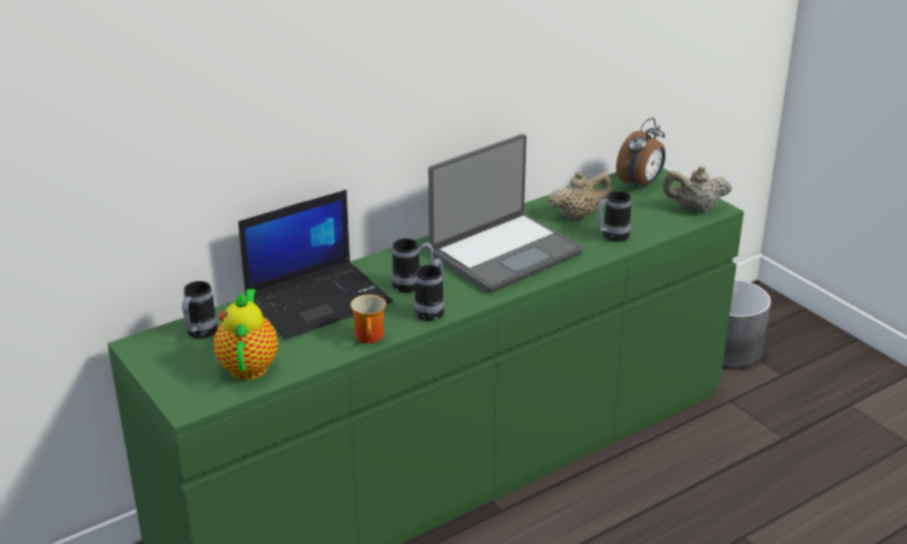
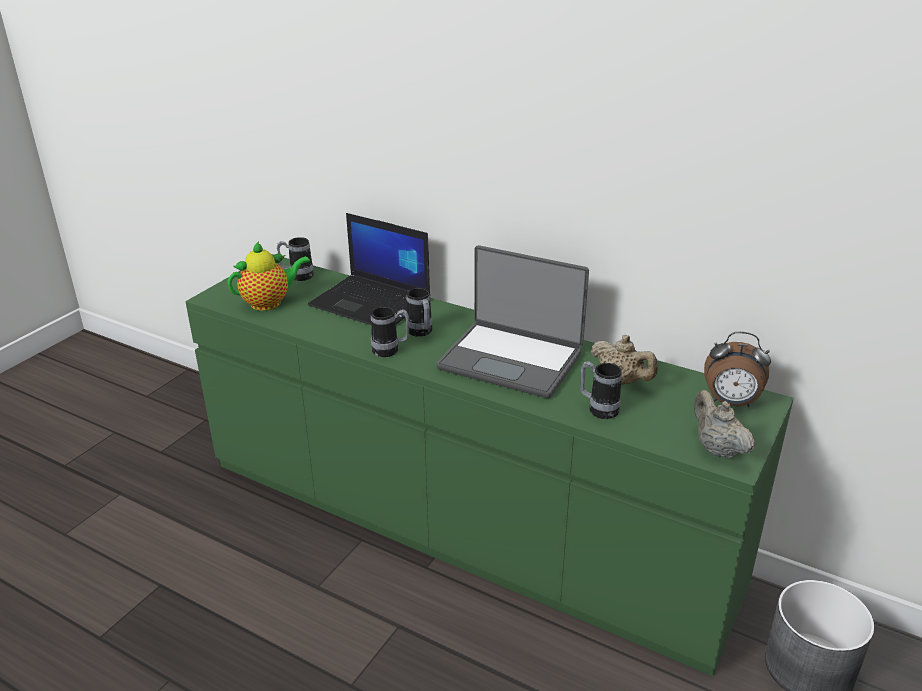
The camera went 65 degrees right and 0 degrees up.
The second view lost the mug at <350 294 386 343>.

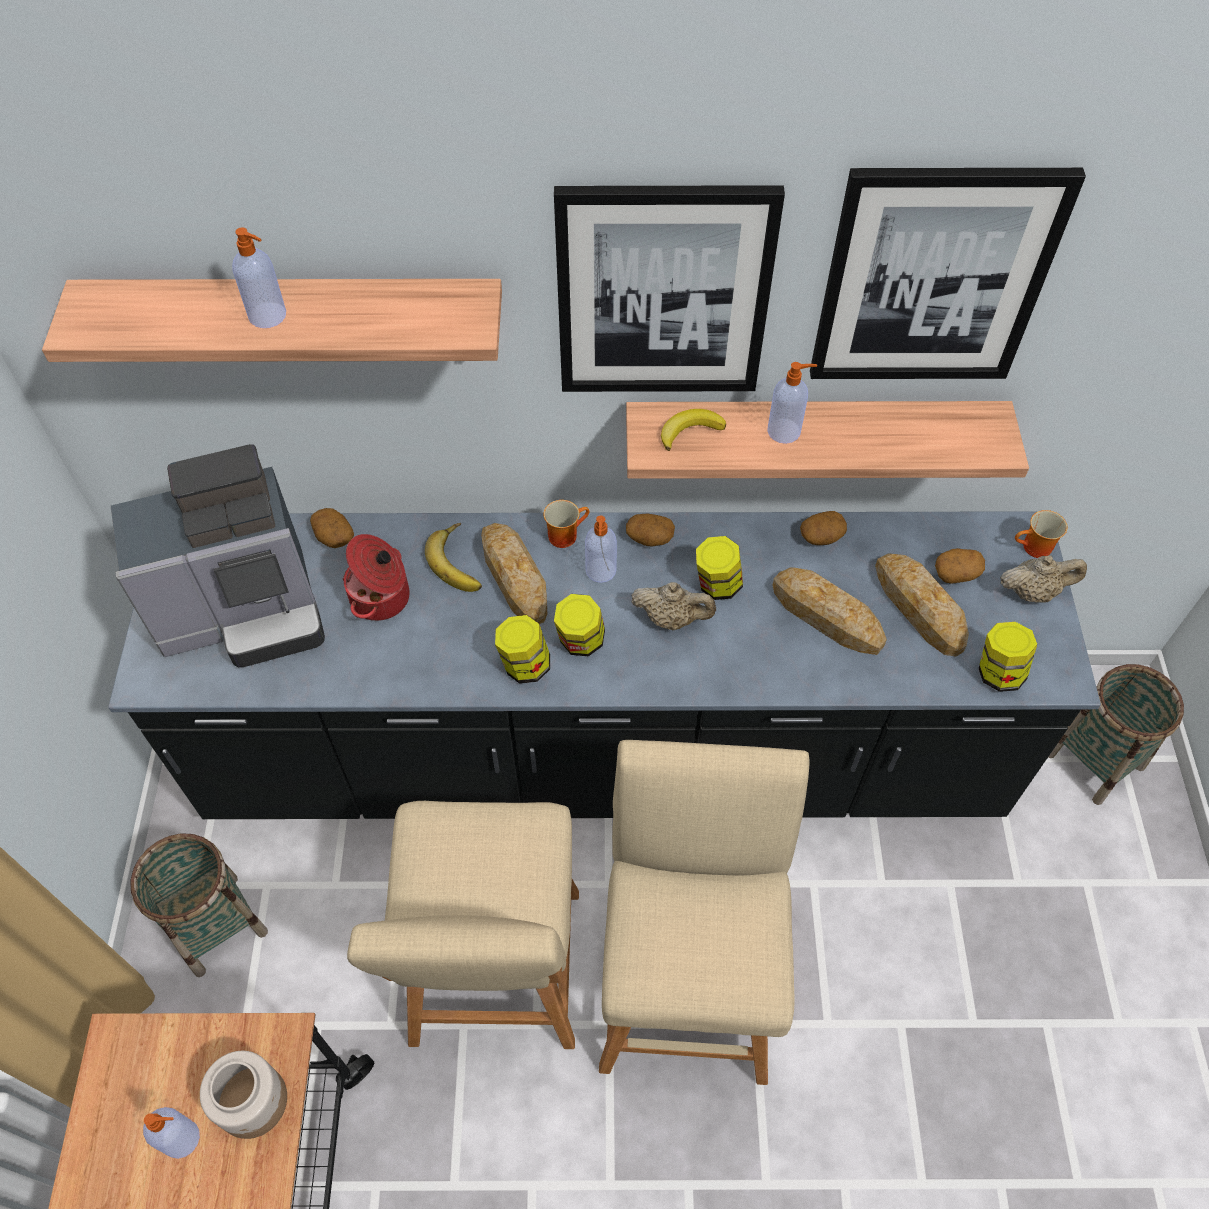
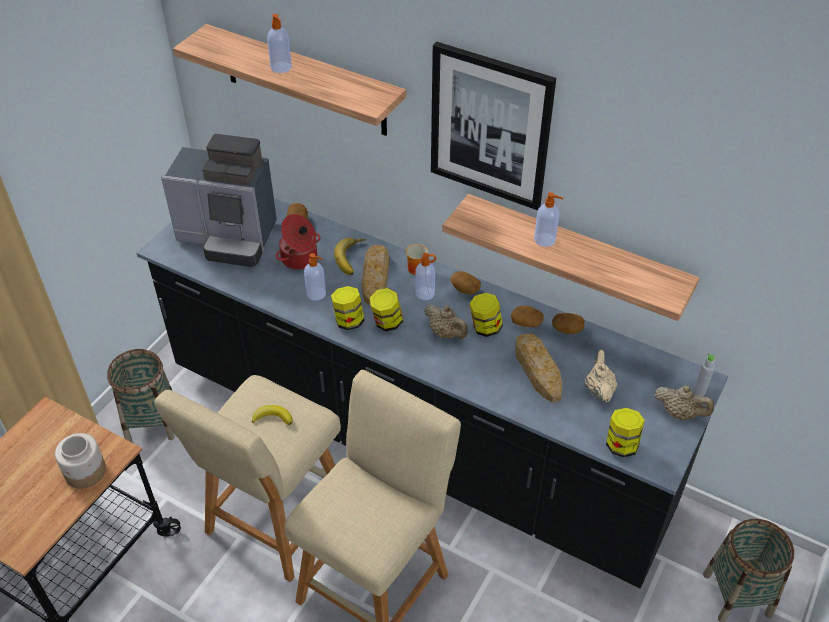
The camera went 30 degrees right and 10 degrees down.
The banana ended up elsewhere, having gone from <661 409 726 451> to <252 405 293 425>.
The liquid soap bottle ended up elsewhere, having gone from <143 1107 200 1159> to <304 253 326 301>.
The potato ended up elsewhere, having gone from <935 548 985 584> to <511 306 544 327>.
Where the bakery bread stood at <875 553 969 657>, the tea pot (beige) came to stand at <585 350 617 403>.
Where the mug stood at <1015 510 1068 558>, the bottle (grey) came to stand at <694 353 715 396>.
The second view lost the wall art at <810 168 1086 379>.

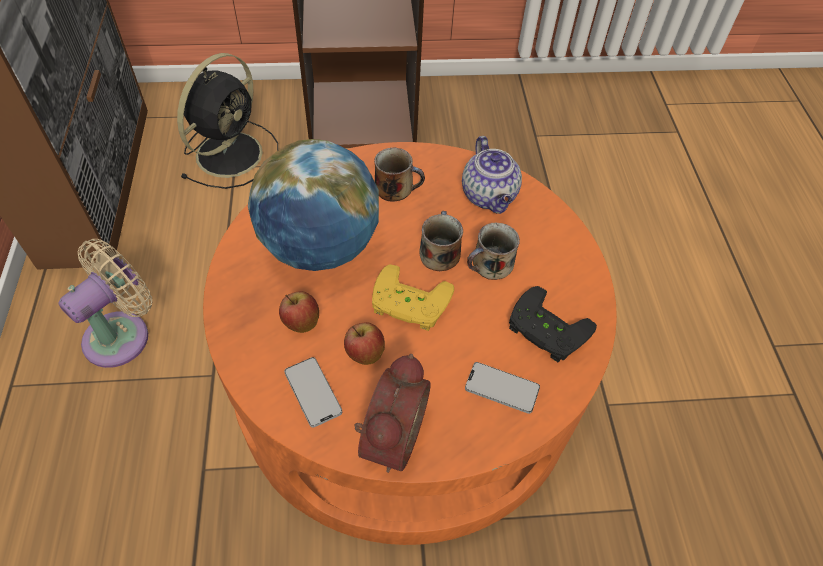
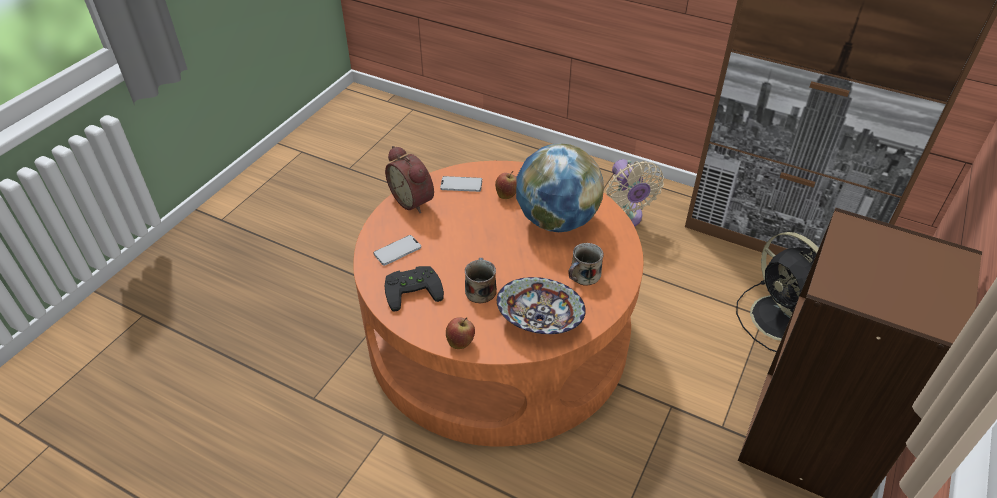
The camera went 125 degrees right and 10 degrees down.
The apple ended up elsewhere, having gone from <344 322 385 365> to <446 317 475 349>.
Where the tea pot stood at <462 136 522 214>, the serving bowl came to stand at <497 277 586 334>.
The second view lost the gamepad (yellow-coloured) at <372 264 454 331>.
The second view lost the mug at <419 211 463 271>.

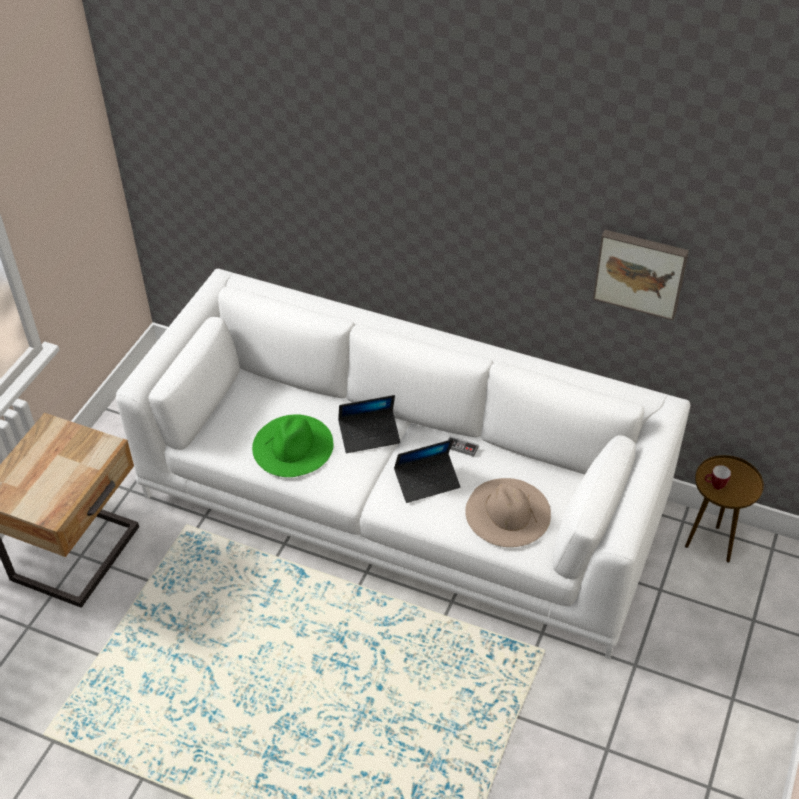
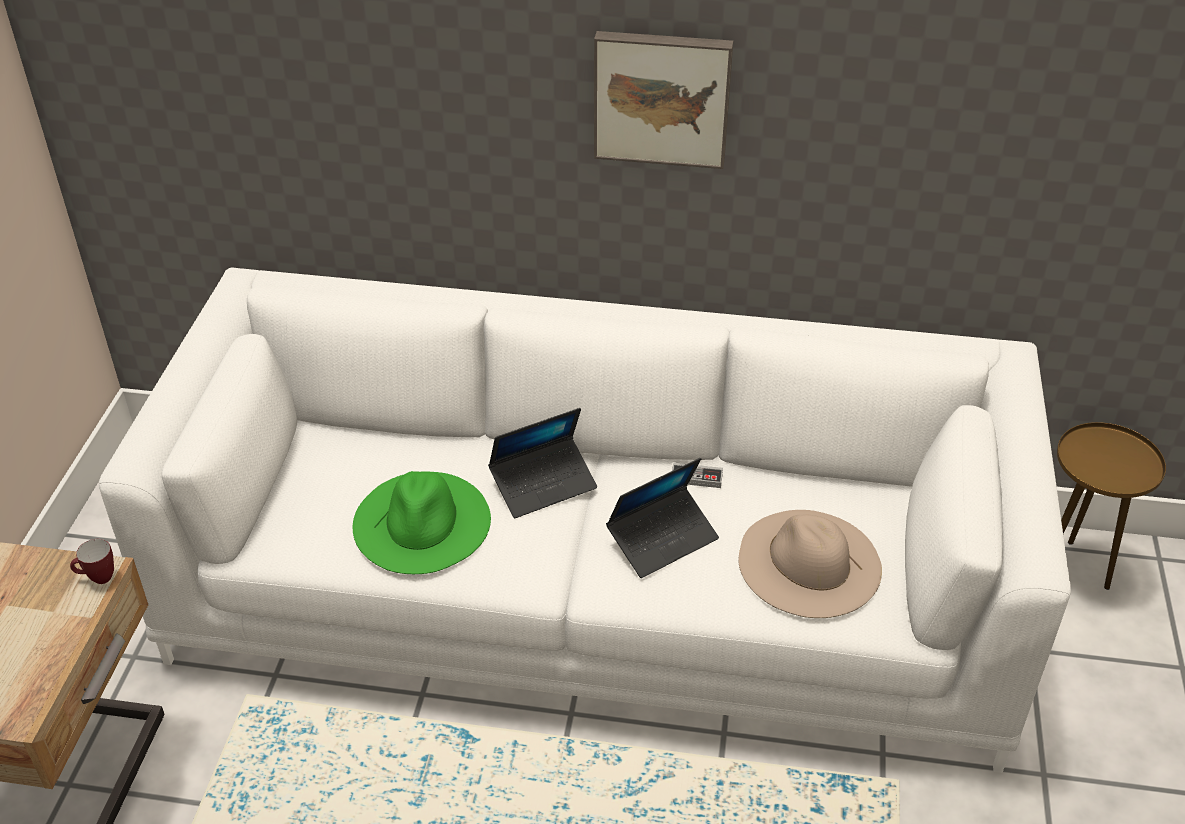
The camera went 15 degrees left and 5 degrees down.
The mug ended up elsewhere, having gone from <705 465 731 490> to <70 539 114 584>.
The wall art ended up elsewhere, having gone from <593 230 689 320> to <594 31 733 169>.

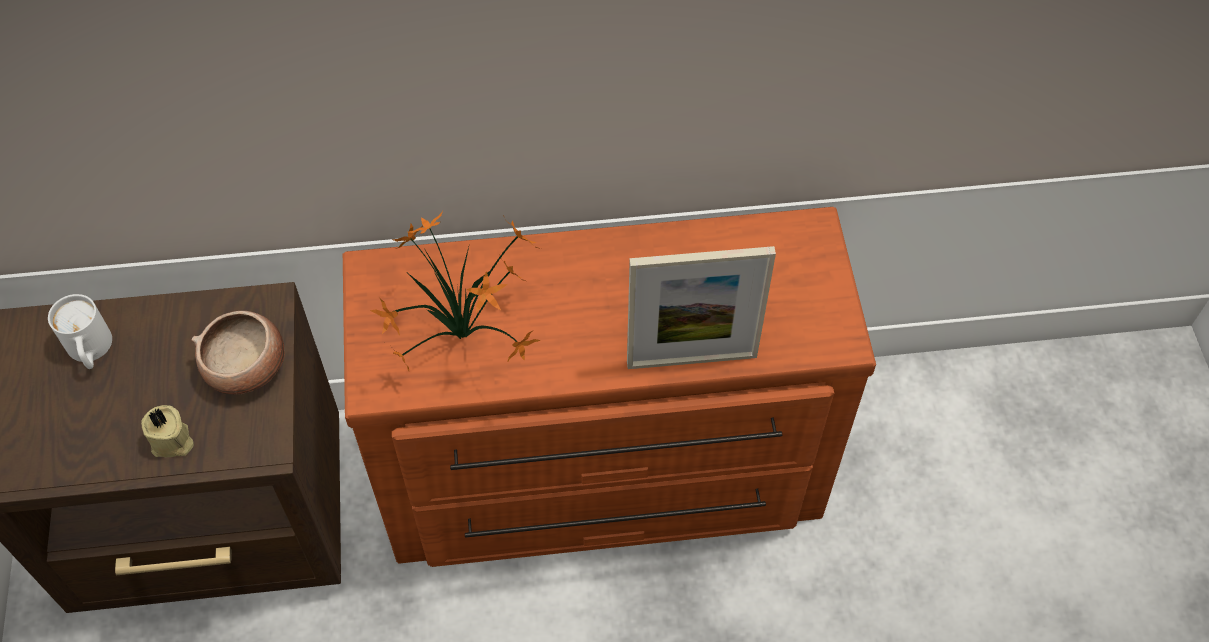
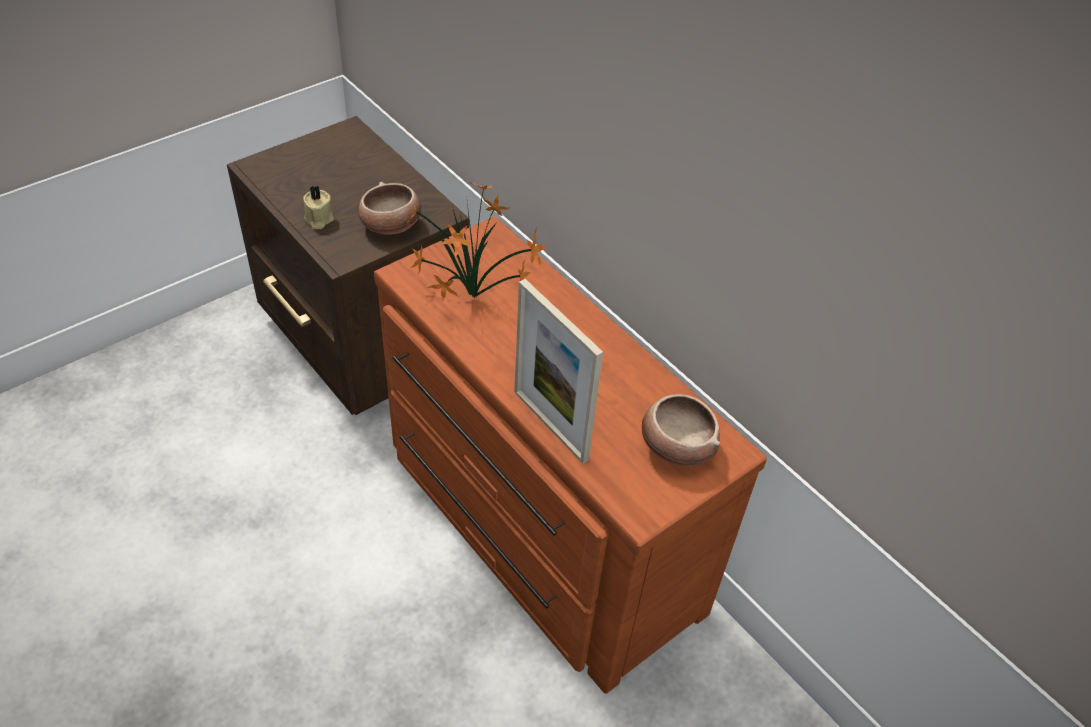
The camera went 55 degrees right and 10 degrees down.
The second view gained the serving bowl at <642 394 720 467>.
The second view lost the mug (white) at <48 294 112 369>.

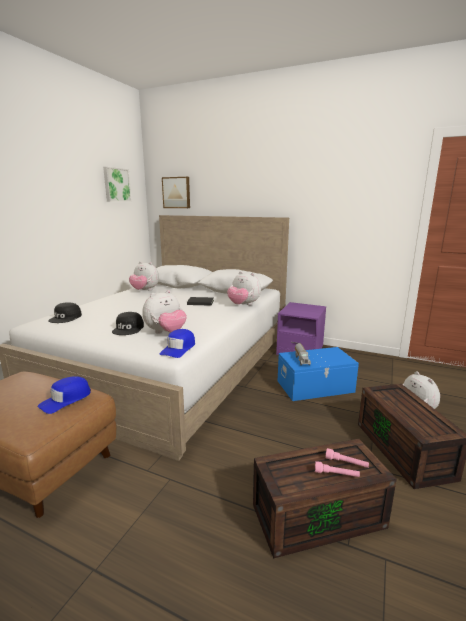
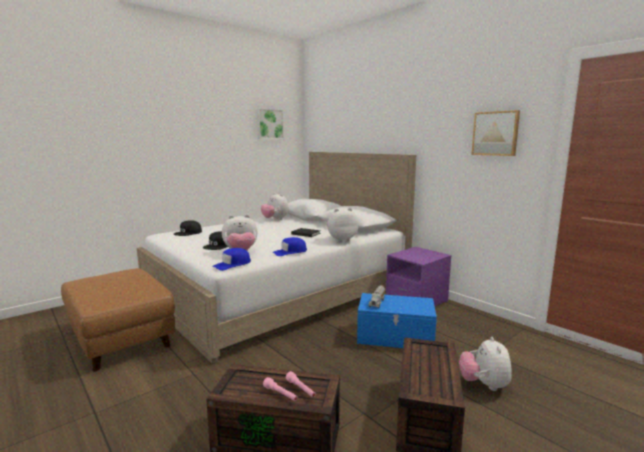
The camera went 25 degrees right and 5 degrees down.
The baseball cap (bluish) ended up elsewhere, having gone from <37 376 91 414> to <272 237 307 256>.
The soft toy at <227 271 261 305> ended up facing another way, 105 degrees clockwise from before.
The wall art ended up elsewhere, having gone from <162 177 190 208> to <471 110 520 156>.

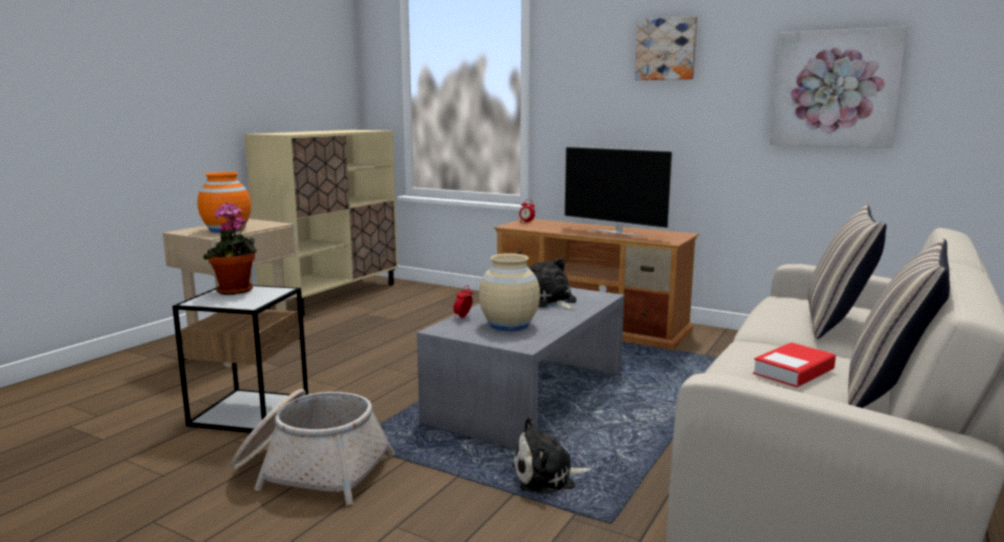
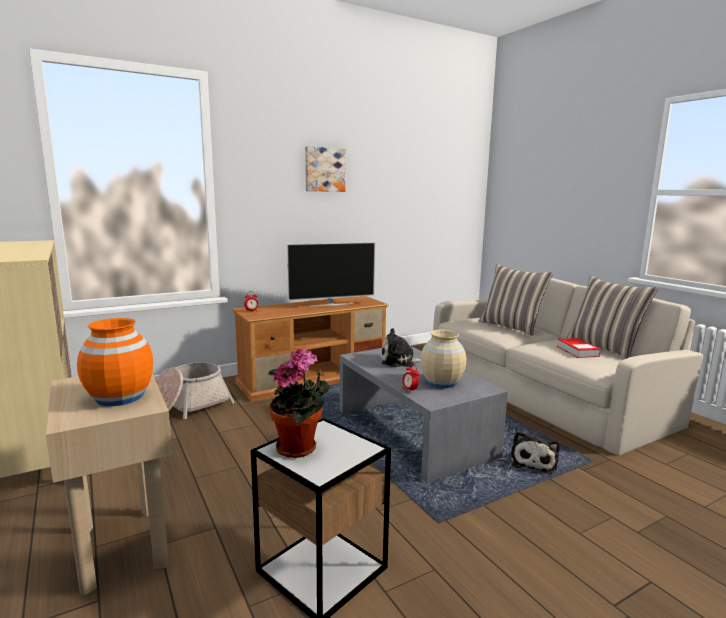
The camera went 60 degrees left and 0 degrees up.
The storage basket ended up elsewhere, having gone from <231 389 395 505> to <155 362 235 419>.
The second view lost the wall art at <770 26 907 148>.

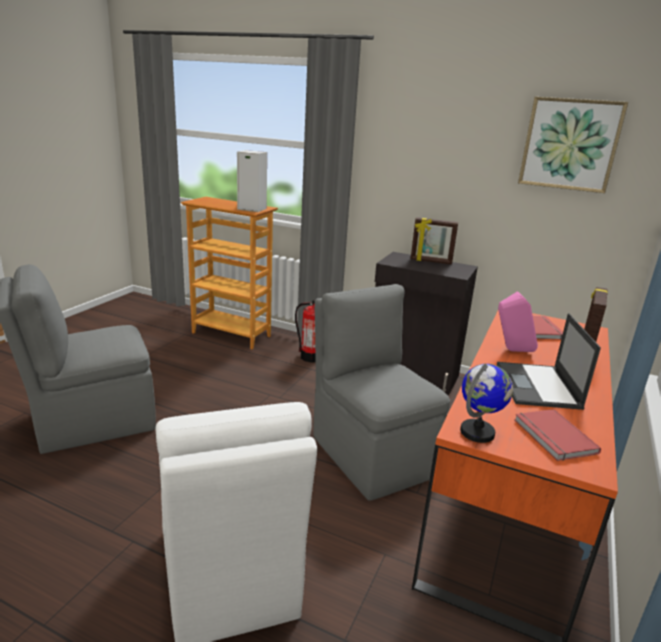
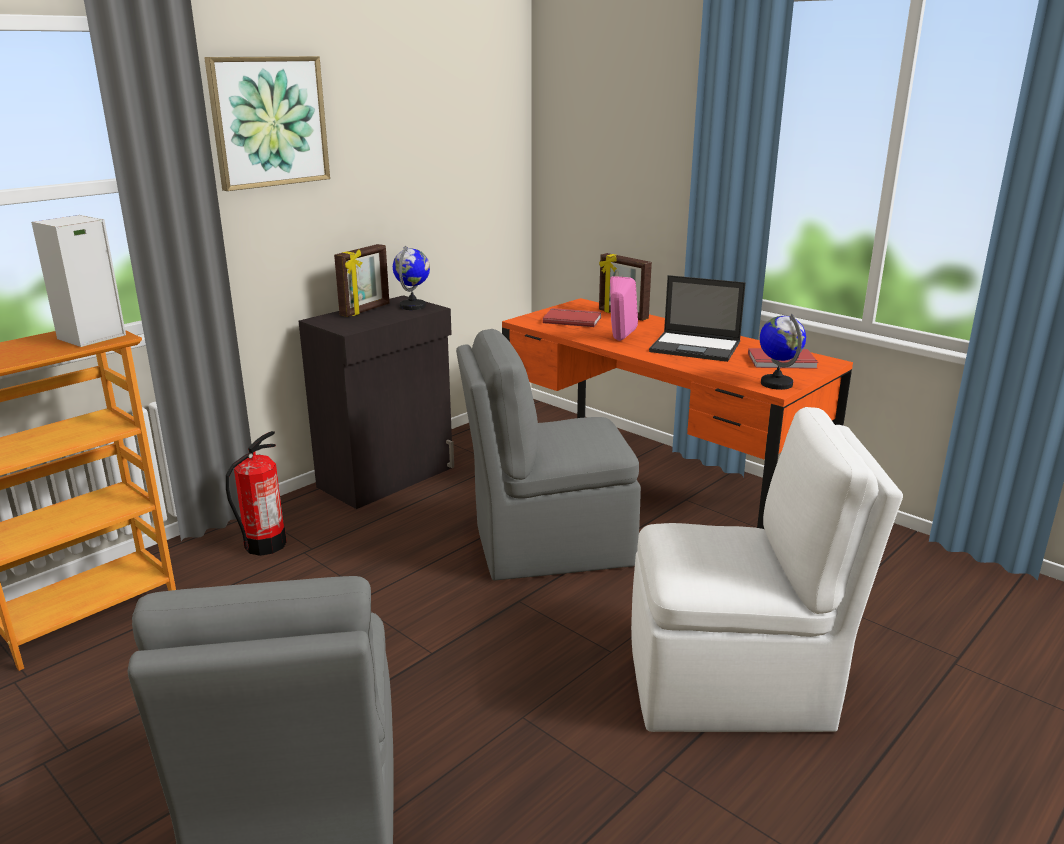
The camera went 70 degrees left and 0 degrees up.
The wall art ended up elsewhere, having gone from <518 97 628 193> to <204 56 330 191>.
The second view gained the desk globe at <393 246 430 310>.

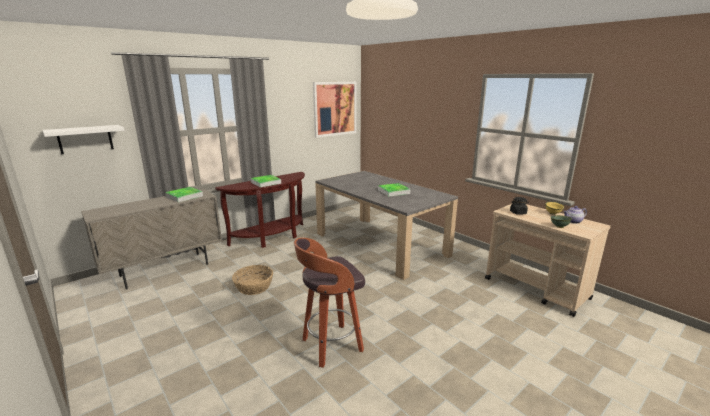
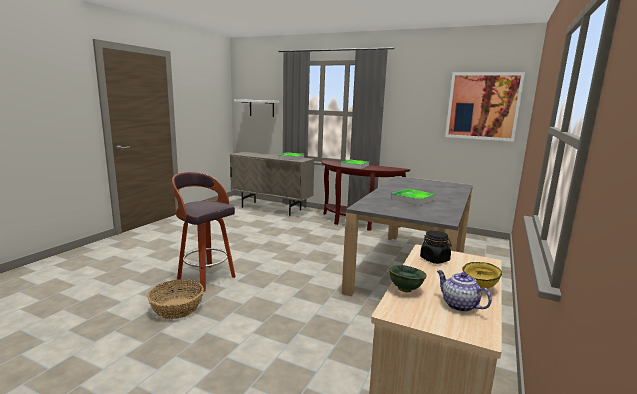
The camera went 65 degrees right and 5 degrees down.
The storage basket ended up elsewhere, having gone from <232 265 273 295> to <147 279 204 319>.

